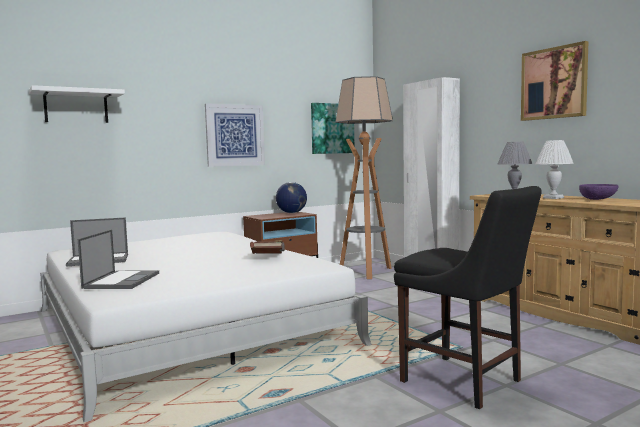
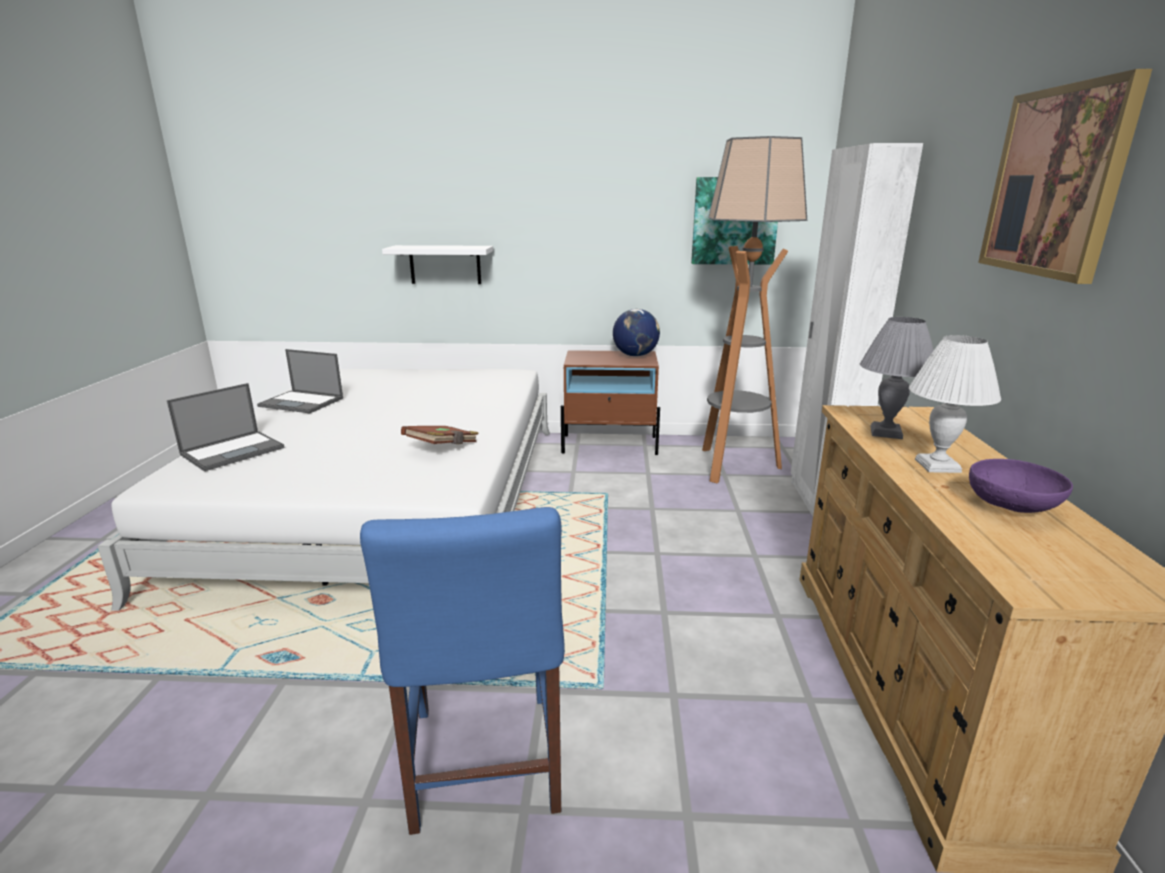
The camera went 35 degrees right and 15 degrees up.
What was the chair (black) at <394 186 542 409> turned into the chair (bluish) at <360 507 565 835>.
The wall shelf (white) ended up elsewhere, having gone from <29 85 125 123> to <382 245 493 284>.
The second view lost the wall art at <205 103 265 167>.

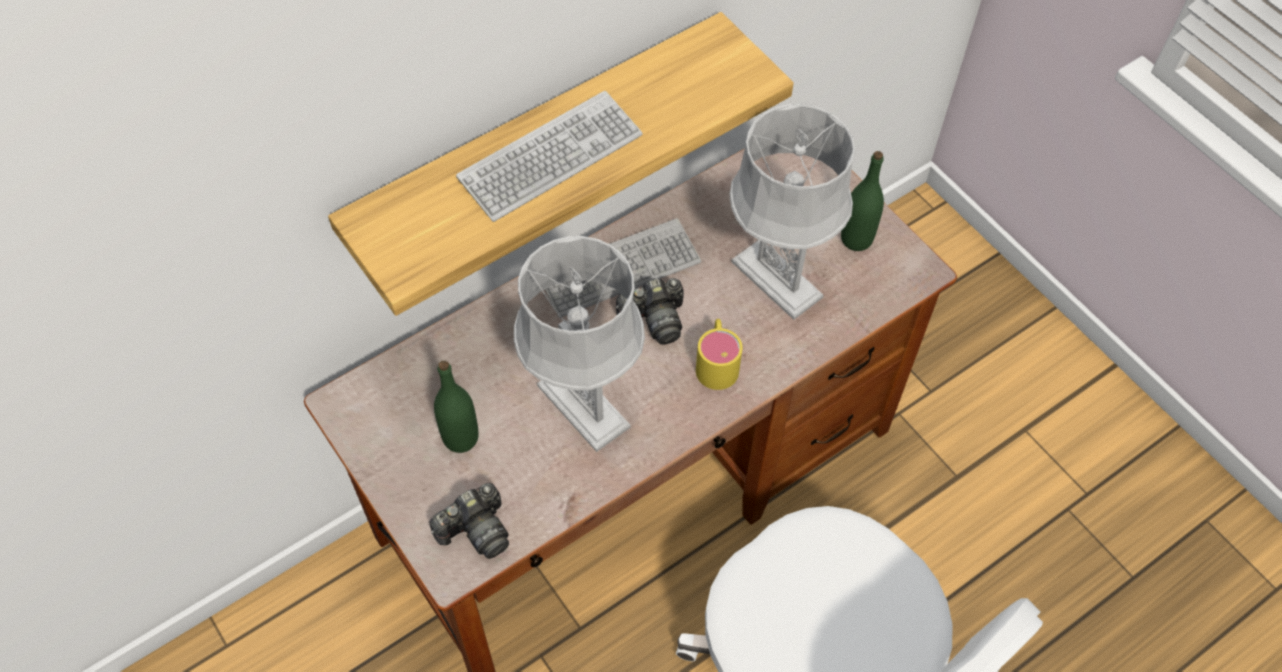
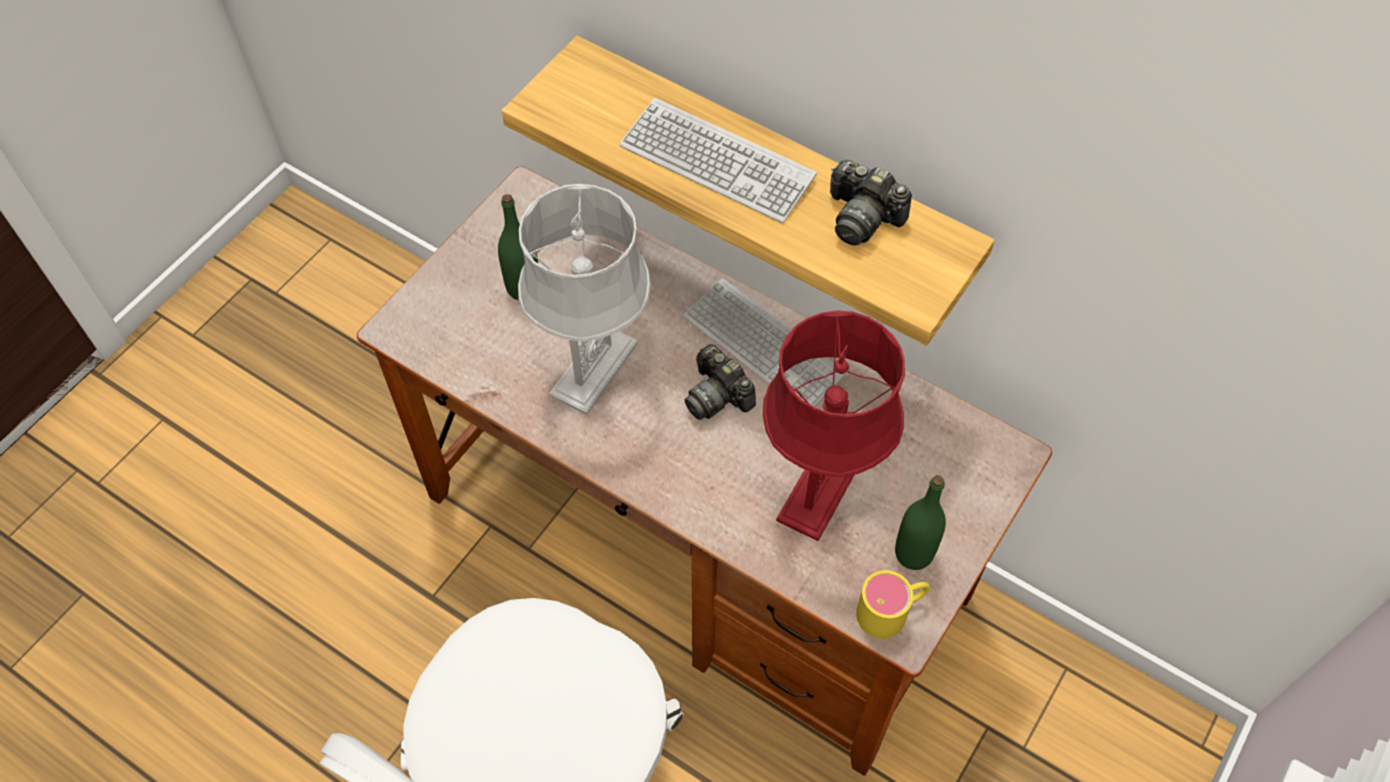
The camera went 70 degrees right and 0 degrees up.
What was the tabletop lamp (grey) at <729 104 855 320> turned into the tabletop lamp (reddish) at <763 310 905 541>.
The still camera ended up elsewhere, having gone from <430 483 509 559> to <830 160 912 246>.
The mug (yellow-coloured) ended up elsewhere, having gone from <696 319 743 390> to <856 570 930 639>.

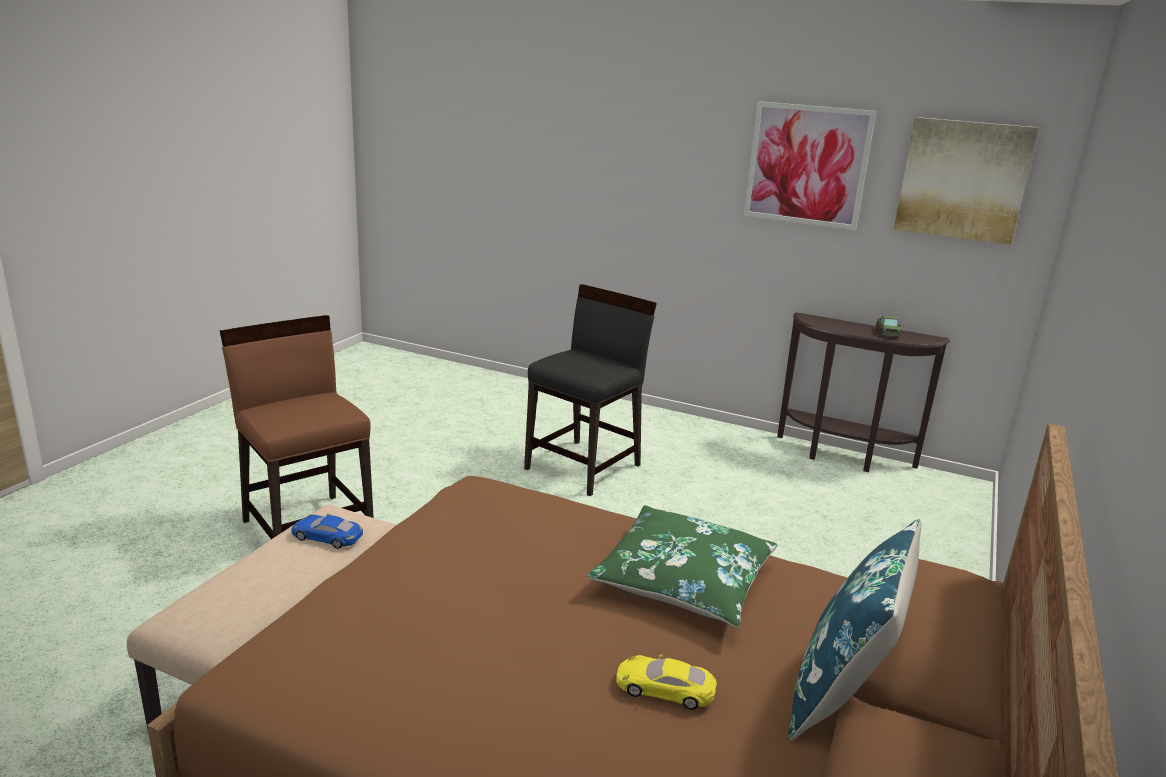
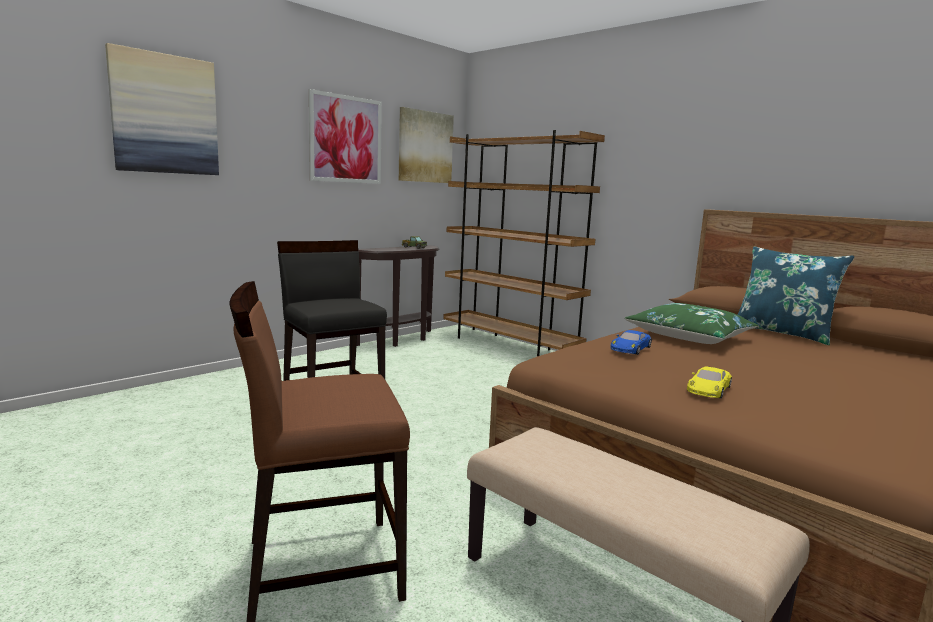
The camera went 70 degrees left and 10 degrees down.
The second view gained the wall art at <105 43 219 175>.
The second view gained the bookcase (brown) at <443 130 605 356>.
The model car (bluish) ended up elsewhere, having gone from <291 514 363 549> to <610 330 652 355>.
The model car (yellow-coloured) ended up elsewhere, having gone from <616 654 717 710> to <687 366 732 398>.

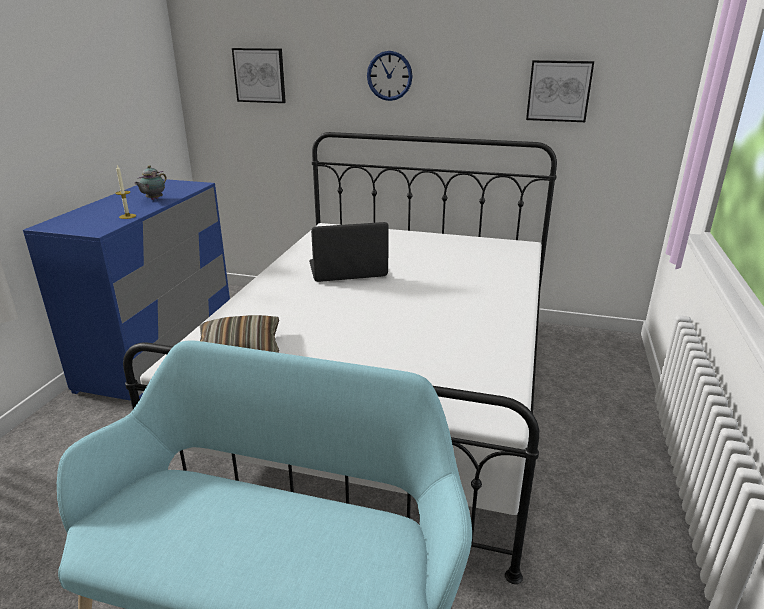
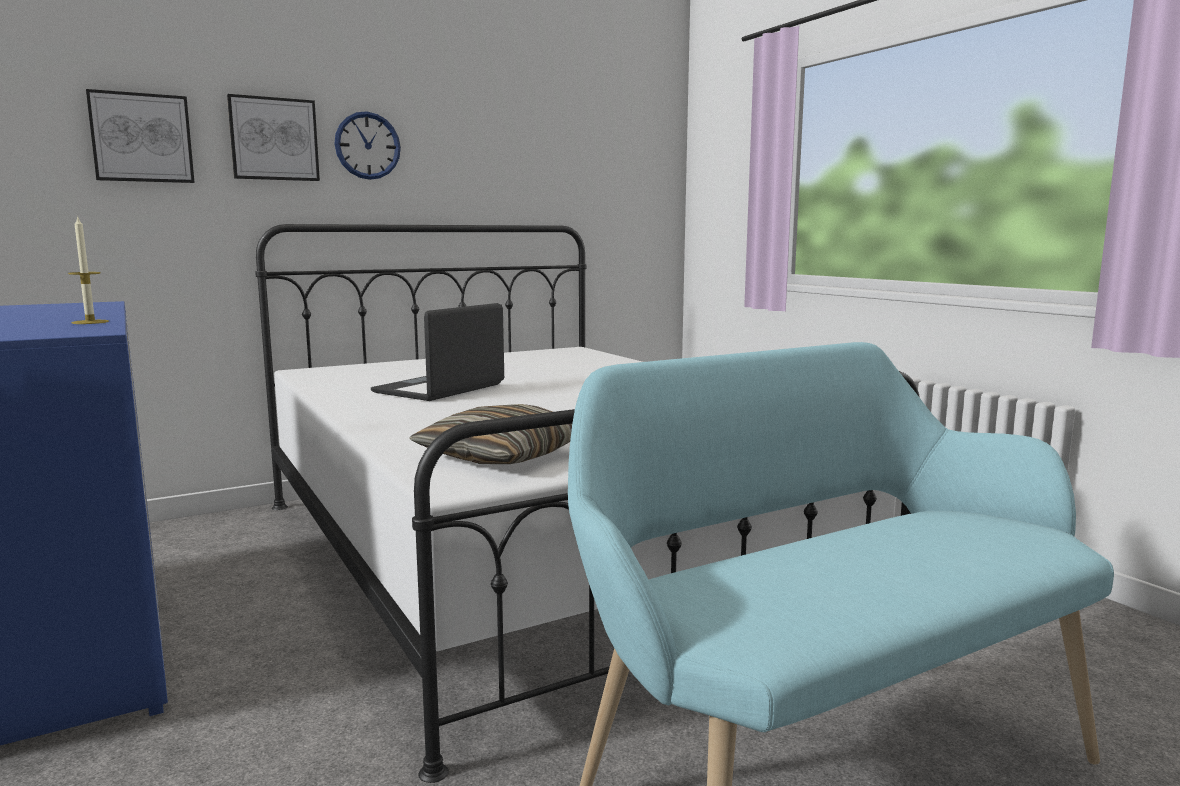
The camera went 45 degrees left and 15 degrees down.
The wall art ended up elsewhere, having gone from <526 60 594 122> to <227 94 320 181>.
The second view lost the tea pot at <134 165 167 200>.

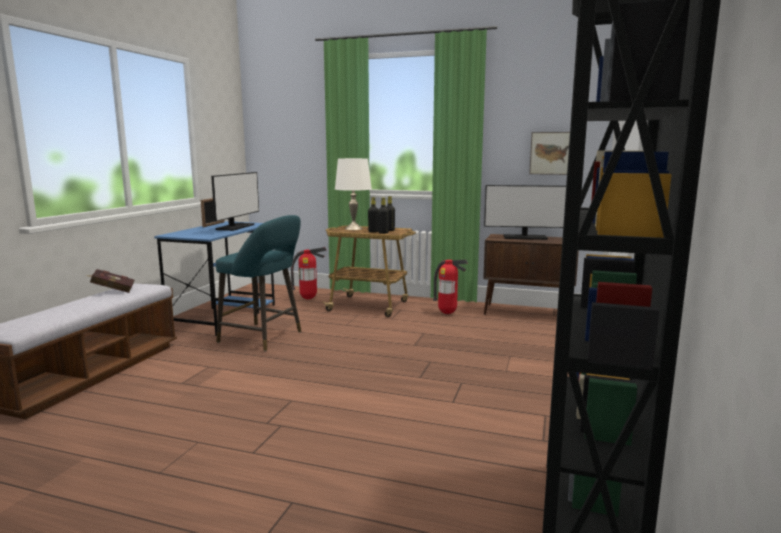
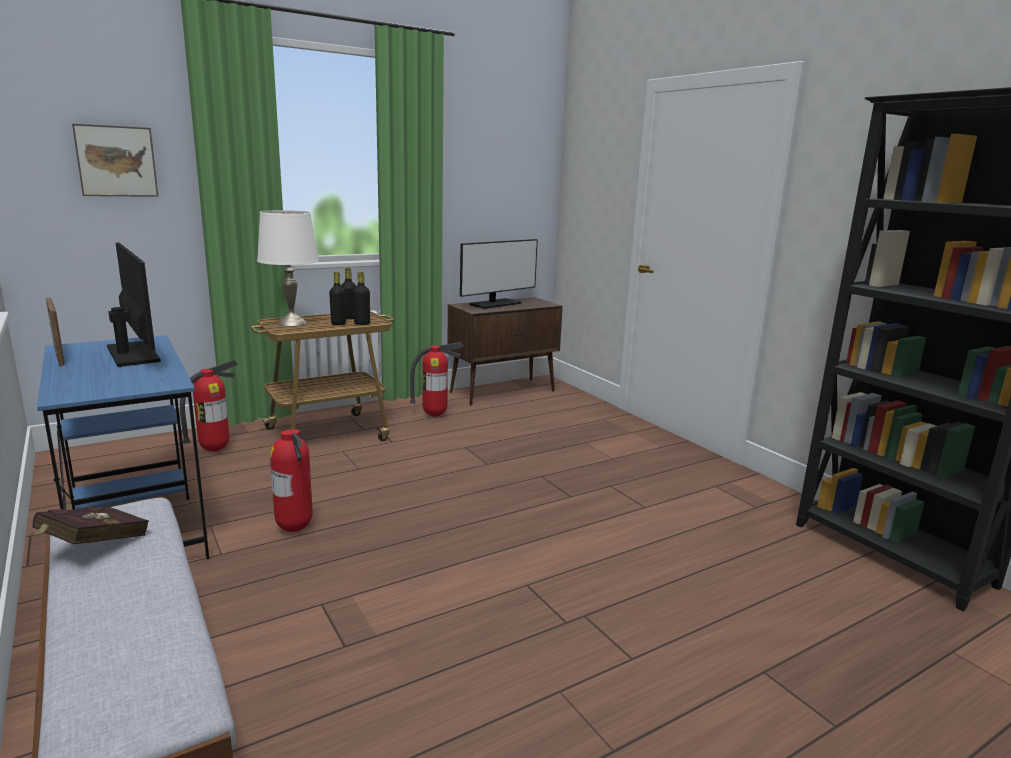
The camera went 50 degrees left and 5 degrees up.
The wall art ended up elsewhere, having gone from <529 132 570 175> to <72 124 158 197>.
Where the sitting stool (turquoise-coloured) stood at <216 215 301 351>, the extinguisher came to stand at <270 429 313 532>.

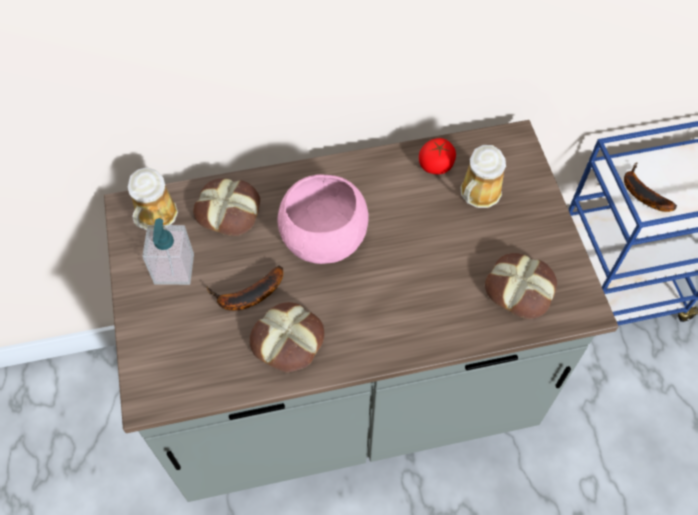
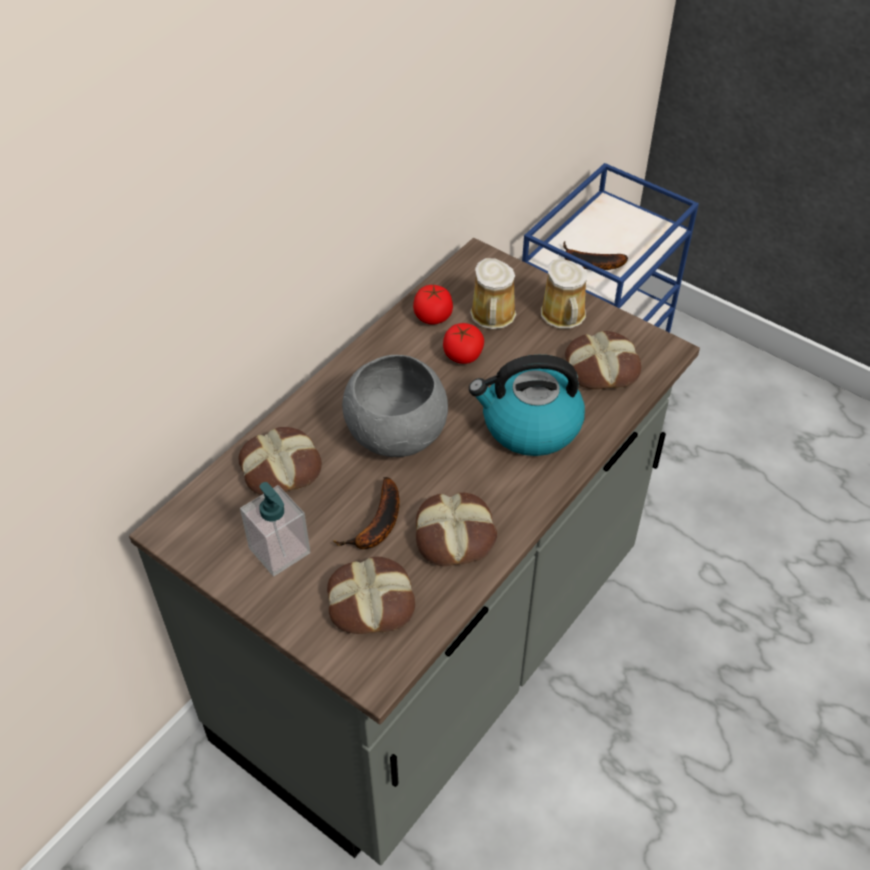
The camera went 40 degrees left and 10 degrees down.
The second view gained the bakery bread at <327 557 415 634>.
What was the serving bowl (pinkish) at <277 174 368 264> turned into the serving bowl (grey) at <342 355 448 457>.
The second view gained the whole tomato at <443 323 484 364>.
The second view gained the kettle at <469 355 585 456>.
The mug ended up elsewhere, having gone from <128 167 178 230> to <541 259 587 329>.

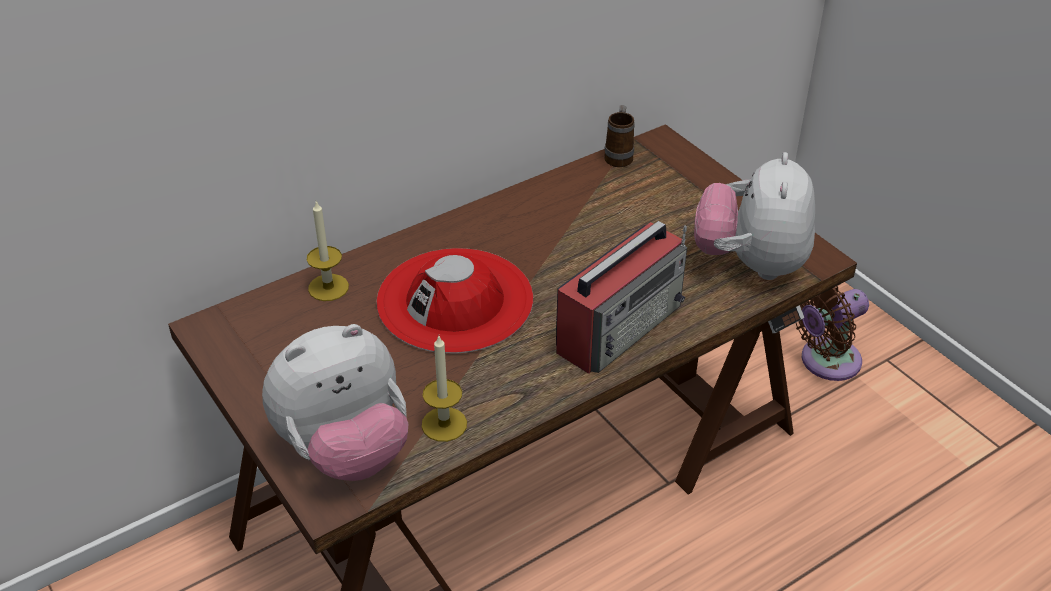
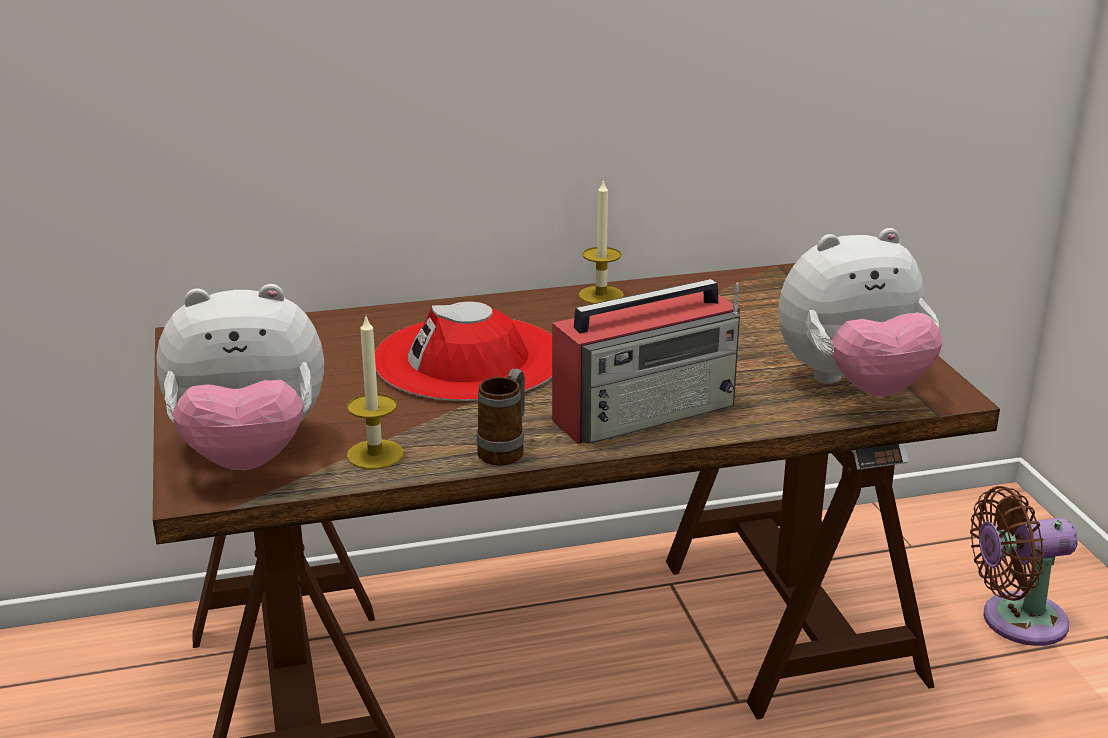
The camera went 20 degrees right and 15 degrees down.
The mug ended up elsewhere, having gone from <604 105 635 167> to <476 369 525 465>.
The wax candle ended up elsewhere, having gone from <307 201 349 301> to <579 179 624 304>.
The soft toy at <694 152 815 280> ended up facing another way, 135 degrees counterclockwise from before.

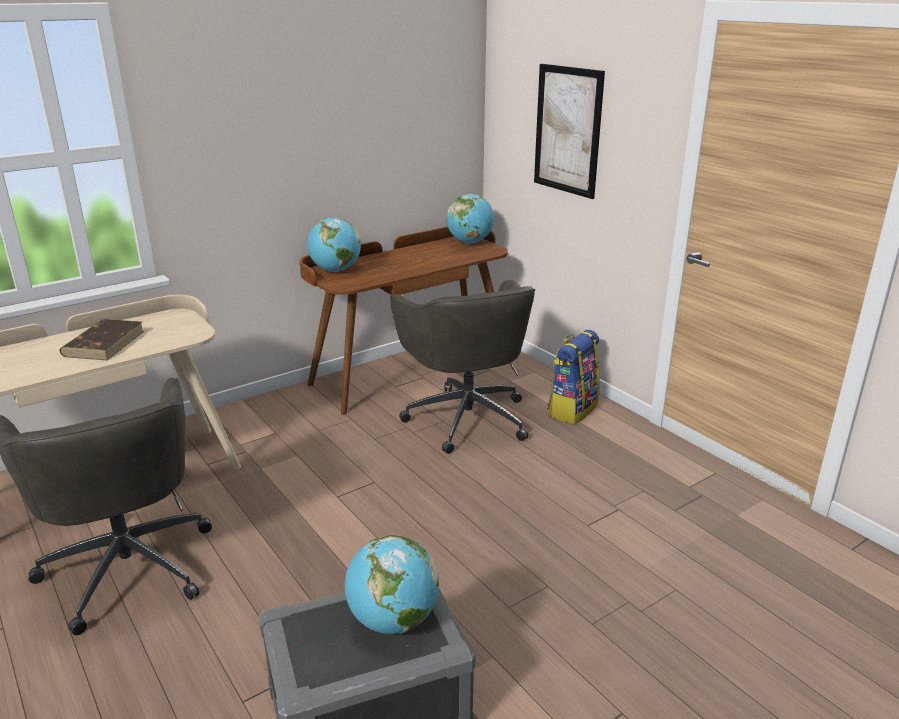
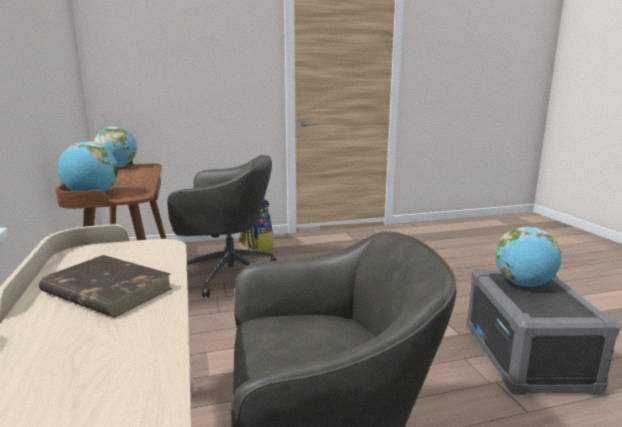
The camera went 70 degrees left and 10 degrees down.
The second view lost the wall art at <534 64 605 199>.

